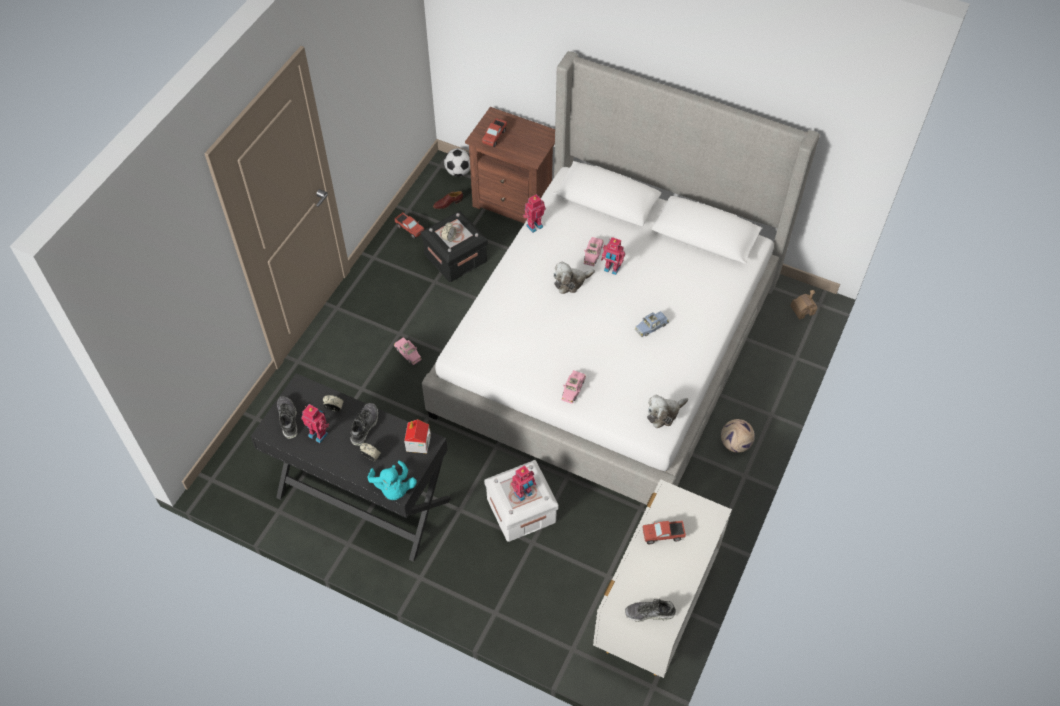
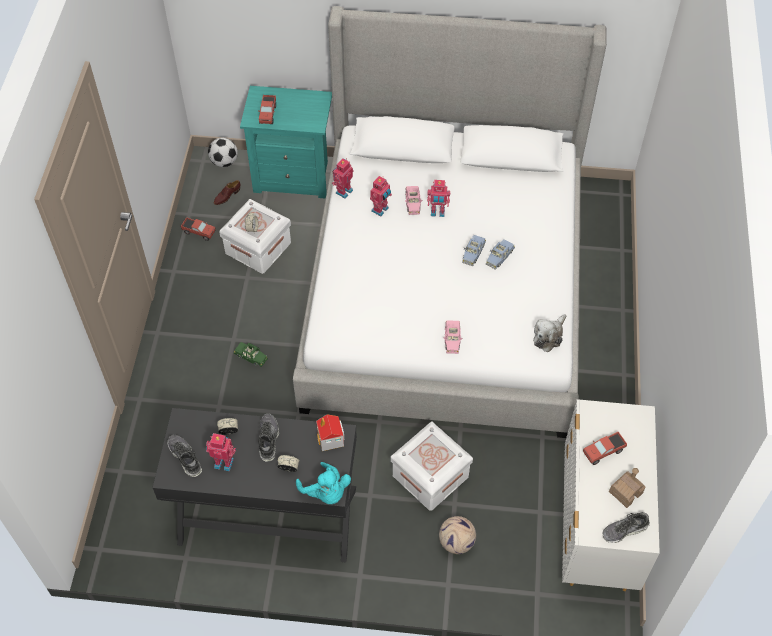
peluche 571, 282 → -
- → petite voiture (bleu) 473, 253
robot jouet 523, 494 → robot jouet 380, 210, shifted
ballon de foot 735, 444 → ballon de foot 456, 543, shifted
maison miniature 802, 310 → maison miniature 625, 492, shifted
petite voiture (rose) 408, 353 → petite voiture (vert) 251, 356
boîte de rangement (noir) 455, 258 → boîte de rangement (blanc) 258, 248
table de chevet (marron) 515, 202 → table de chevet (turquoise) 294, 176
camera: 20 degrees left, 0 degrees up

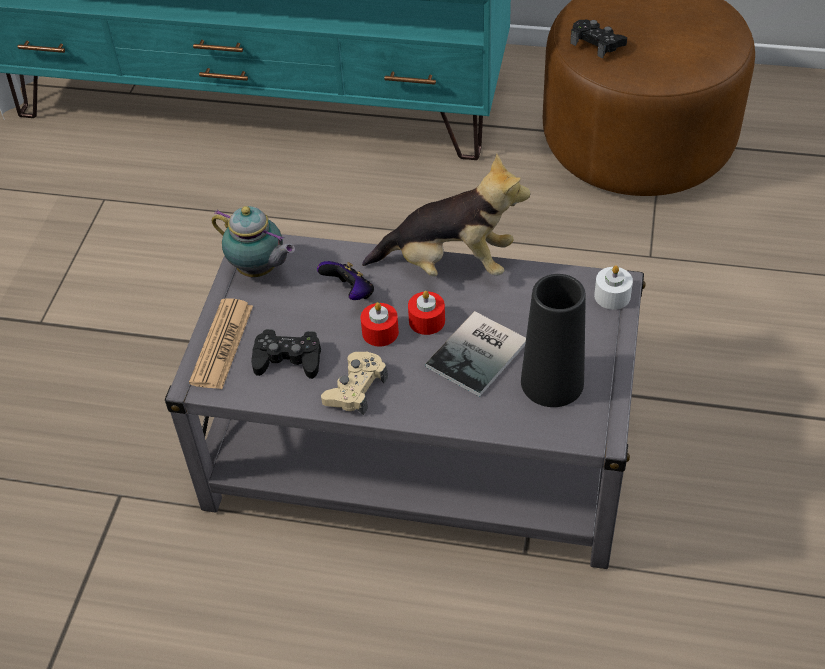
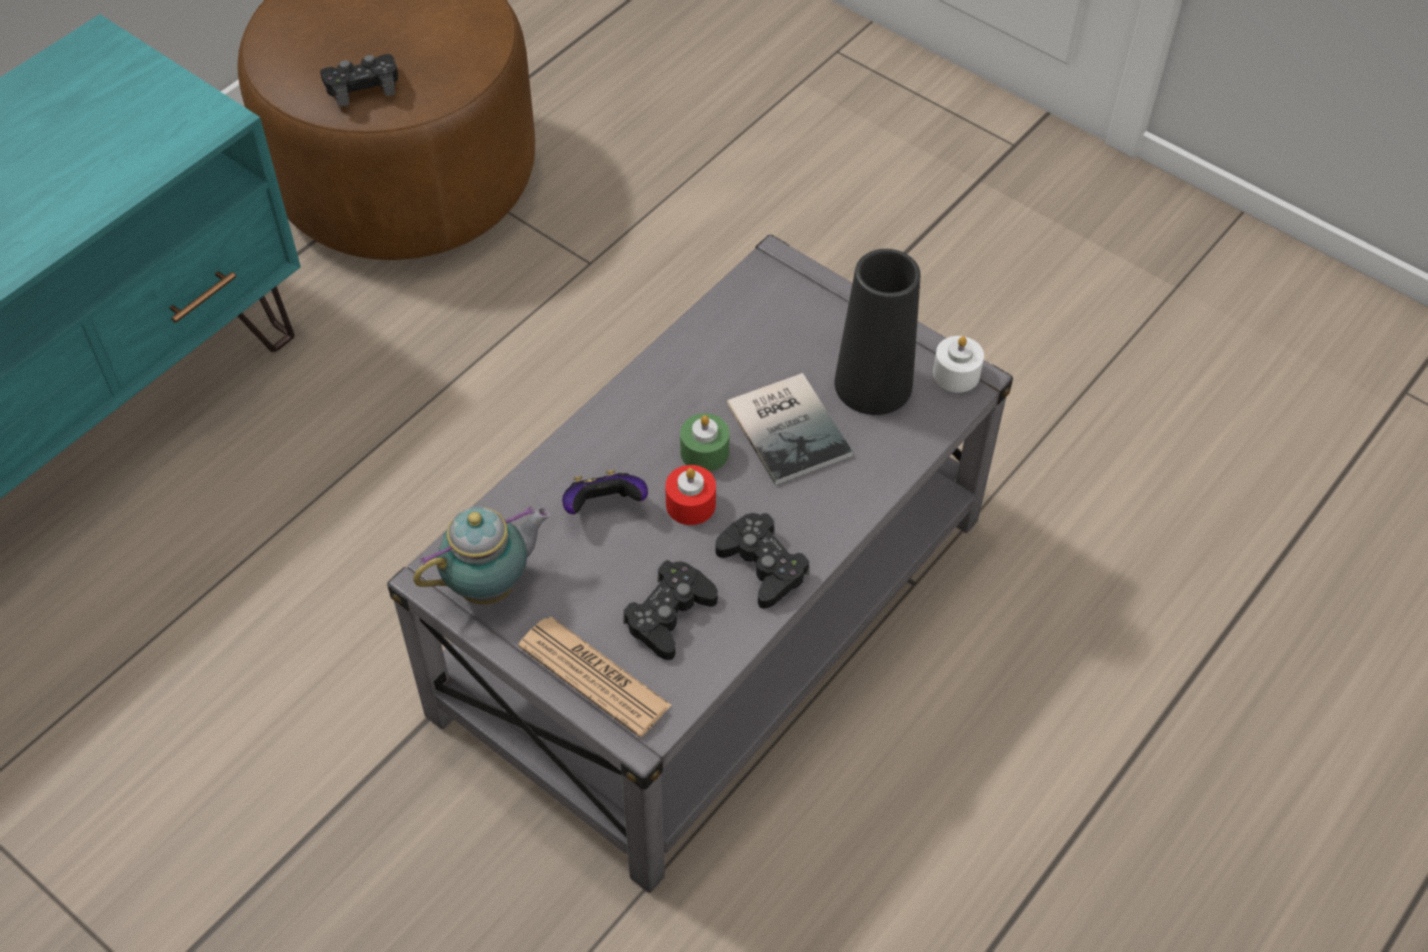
peluche 449, 264 → -
bougie (blanc) 612, 296 → bougie (blanc) 956, 374, shifted
manette (beige) 355, 388 → manette (noir) 762, 566
bougie (rouge) 427, 321 → bougie (vert) 704, 452
camera: 65 degrees left, 5 degrees up

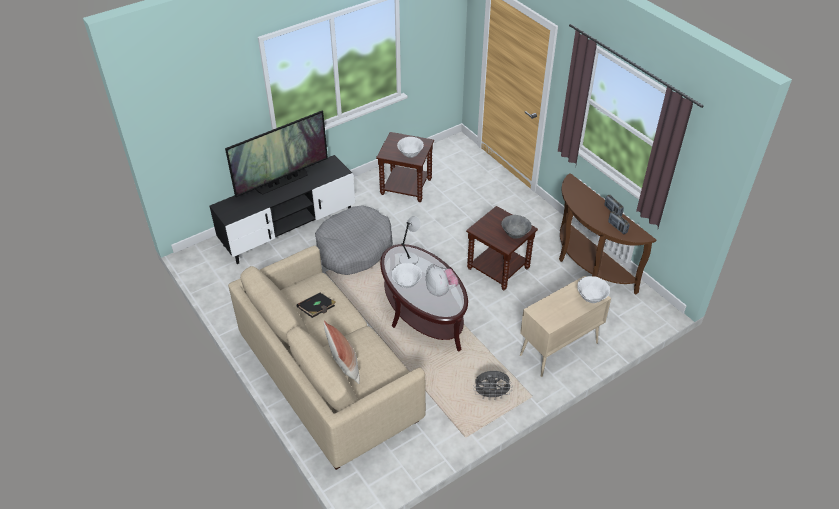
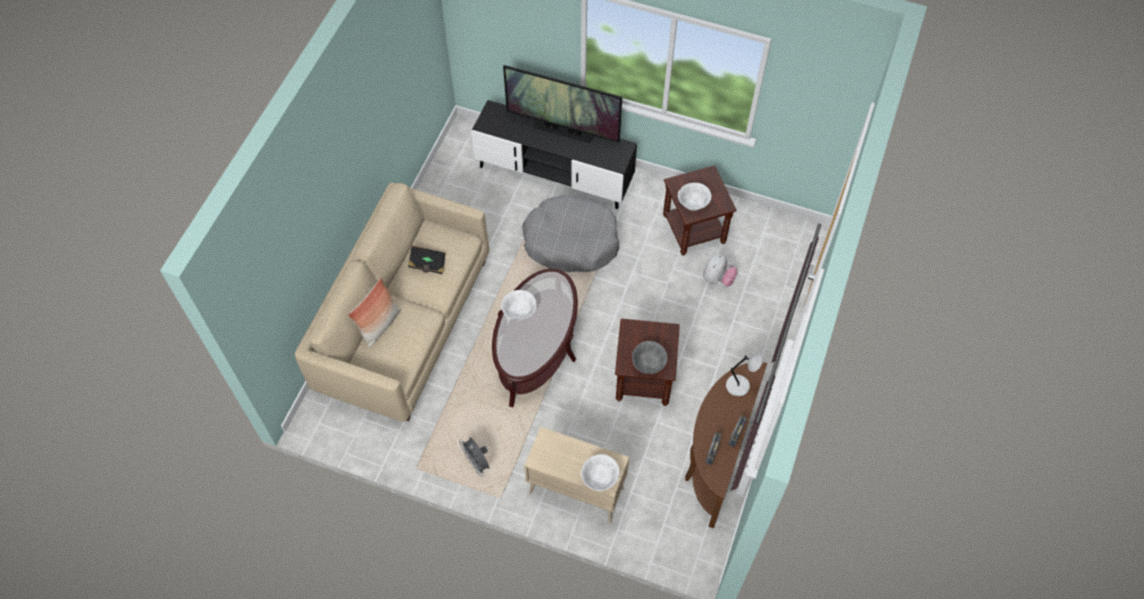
lampe de table (gris) 409, 259 → lampe de table (gris) 739, 386, shifted
peluche 441, 290 → peluche 717, 279, shifted
camera: 55 degrees right, 15 degrees up

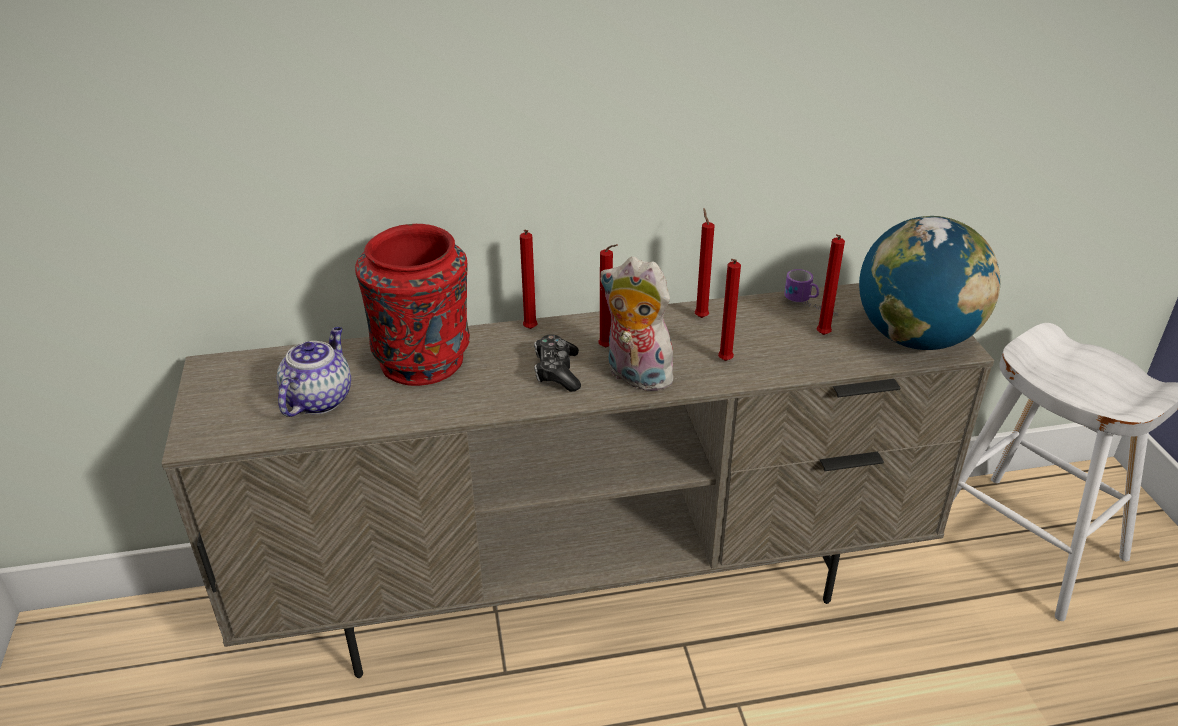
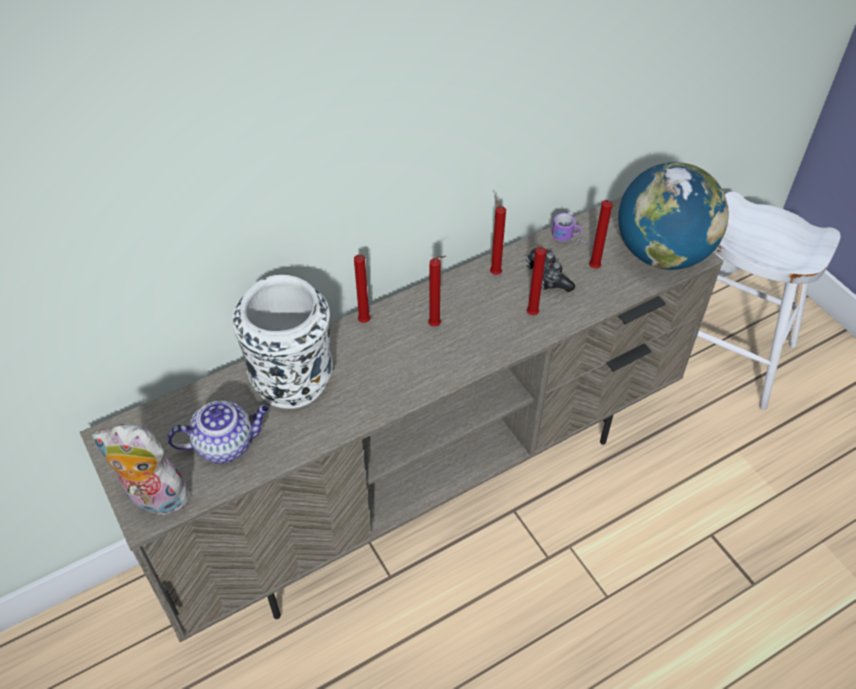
manette 557, 372 → manette 547, 276, shifted
peluche 635, 376 → peluche 154, 499, shifted
vase (rouge) 423, 359 → vase (blanc) 292, 378
théière 318, 399 → théière 226, 444, 75 degrees clockwise
camera: 20 degrees left, 15 degrees up

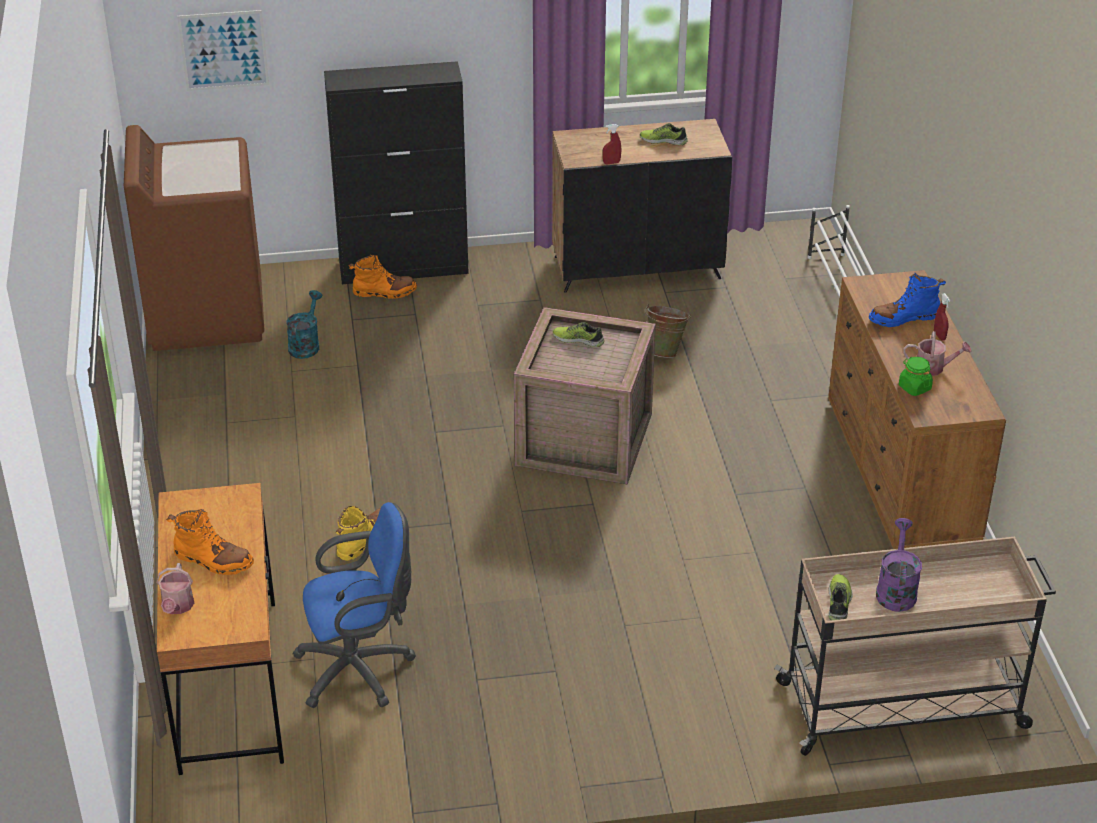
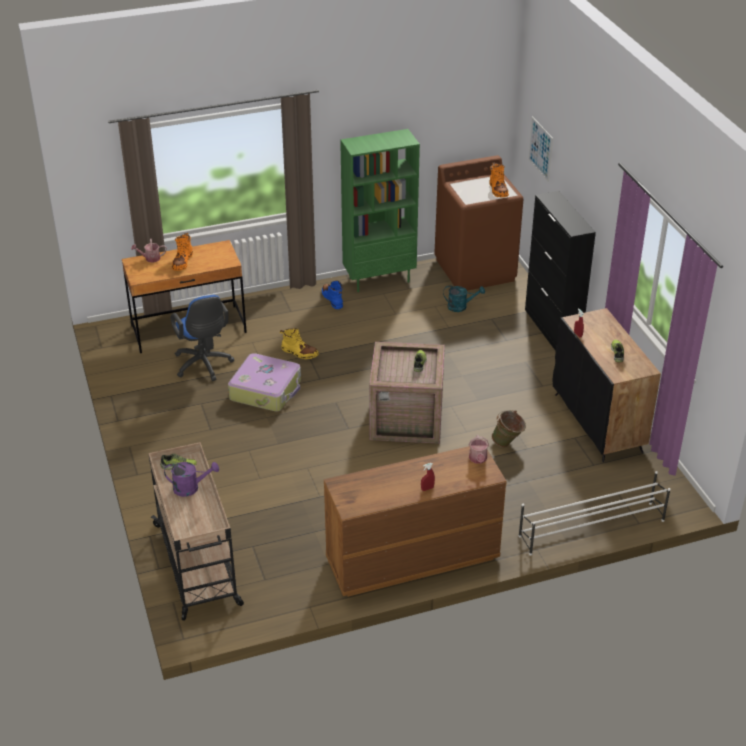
bocal (vert) 914, 387 → -
- → valise 266, 390
- → bibliothèque (vert) 379, 279
botte (orange) 384, 292 → botte (orange) 498, 190, shifted
botte (bleu) 903, 318 → botte (bleu) 332, 299, shifted
arrosoir 934, 368 → arrosoir 478, 459, shifted
camera: 80 degrees right, 0 degrees up

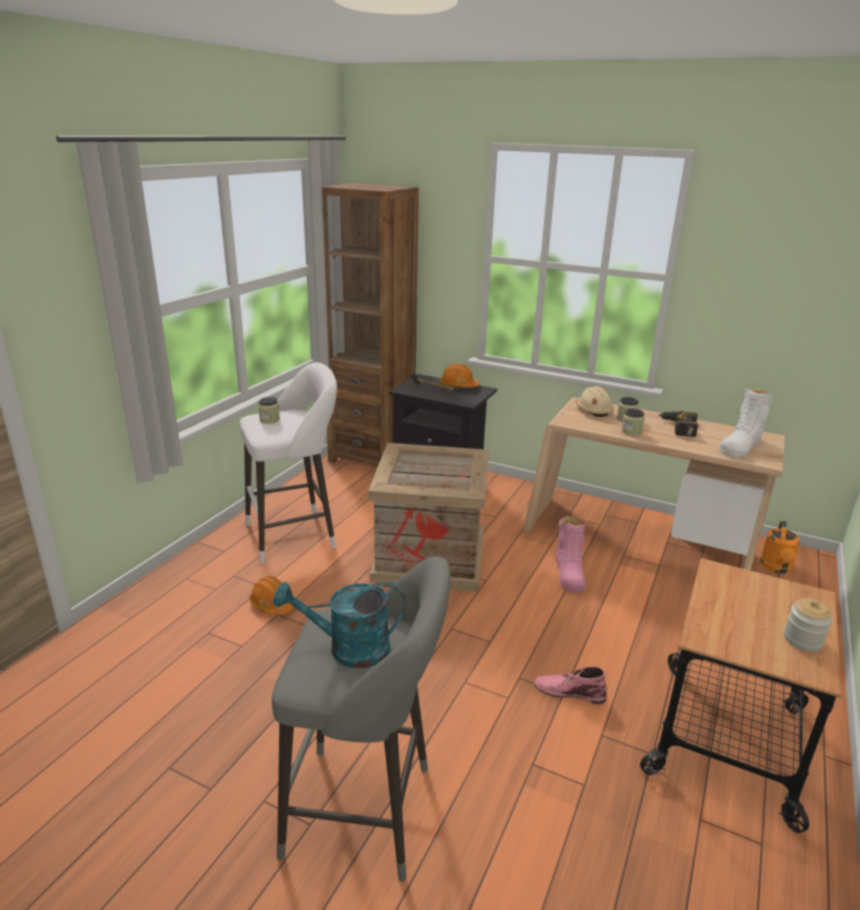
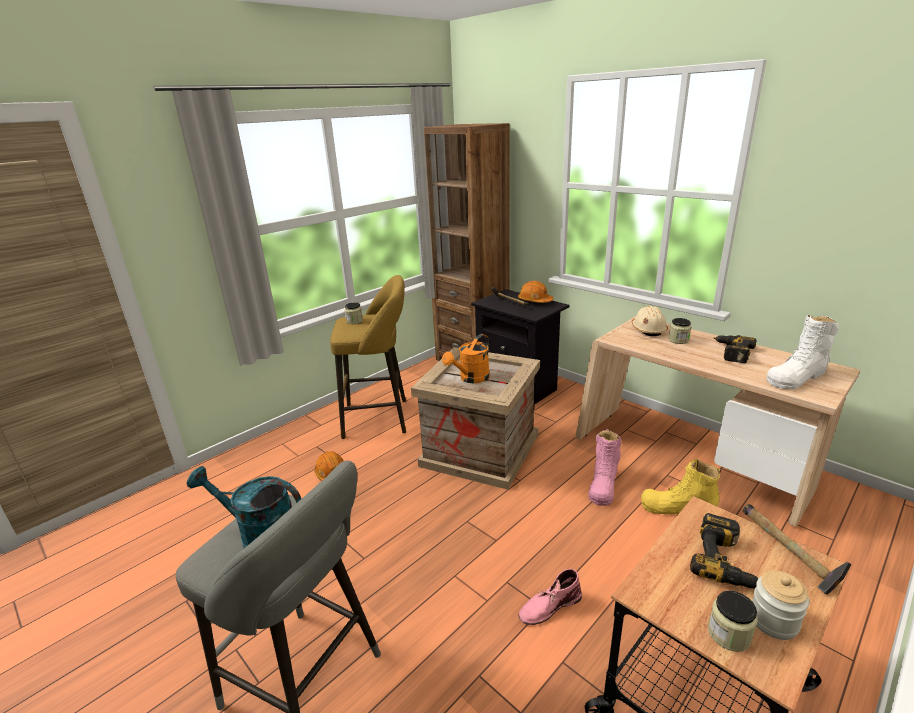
- → botte (jaune) 677, 508
- → perceuse 726, 561
- → marteau 787, 554
bocal 631, 431 → bocal 728, 634, shifted
arrosoir (orange) 776, 568 → arrosoir (orange) 471, 379, shifted
tabouret (blanc) 296, 534 → tabouret (jaune) 380, 418
botte (rose) 568, 691 → botte (rose) 549, 606, 60 degrees counterclockwise
camera: 20 degrees right, 0 degrees up

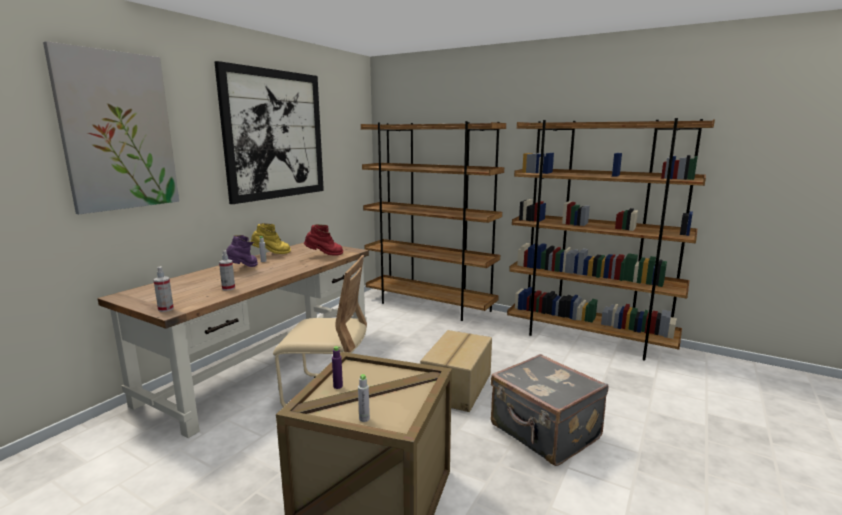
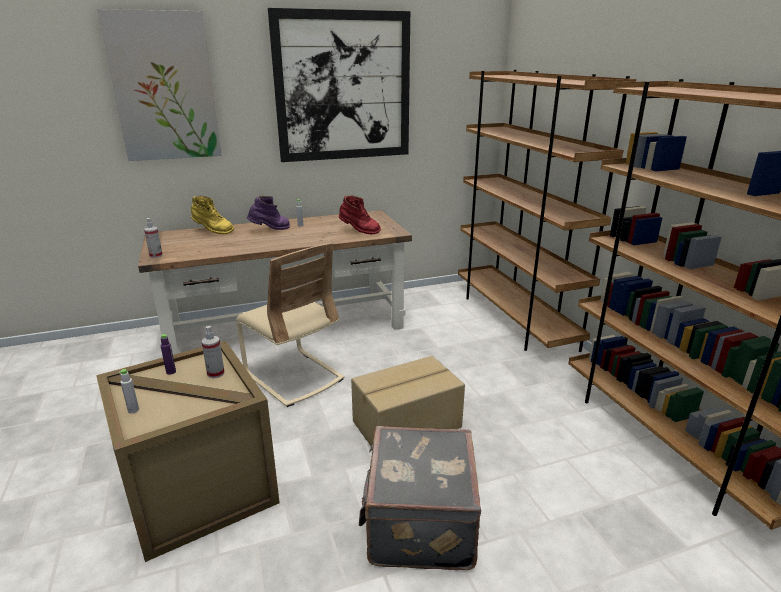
vaporisateur 228, 288 → vaporisateur 216, 373, shifted
botte (jaune) 271, 254 → botte (jaune) 212, 231, shifted
camera: 40 degrees right, 10 degrees up

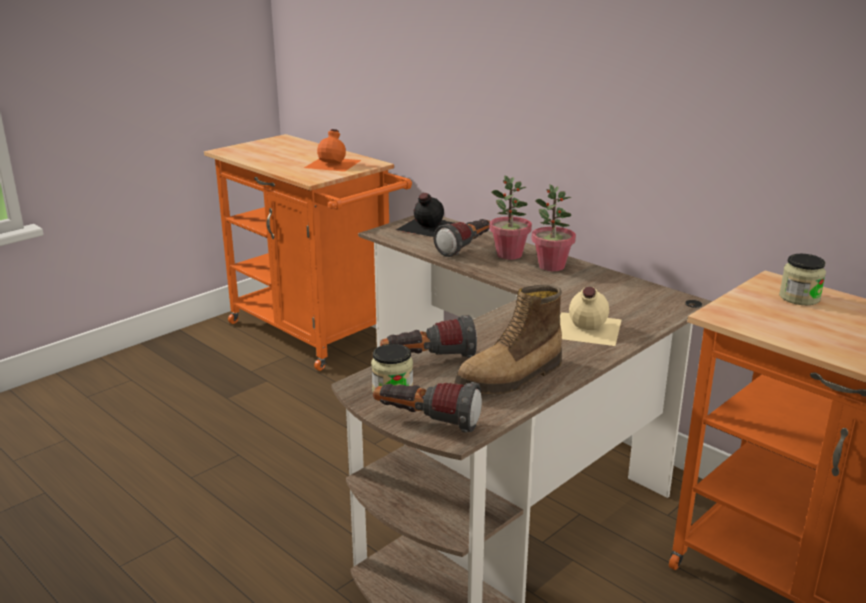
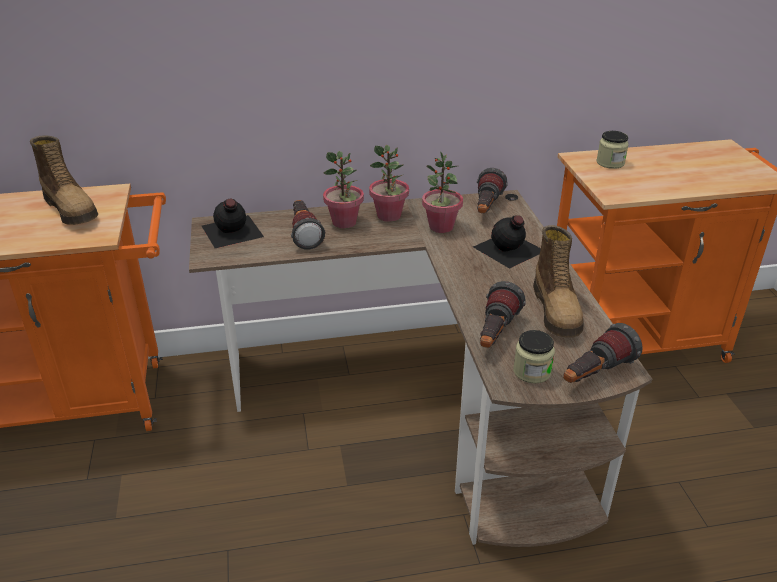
- → plante en pot 441, 227
- → lampe de poche 486, 208
bouteille (orange) 334, 163 → botte 72, 209
bouteille (beige) 586, 328 → bouteille (noir) 508, 249
camera: 55 degrees left, 10 degrees up

